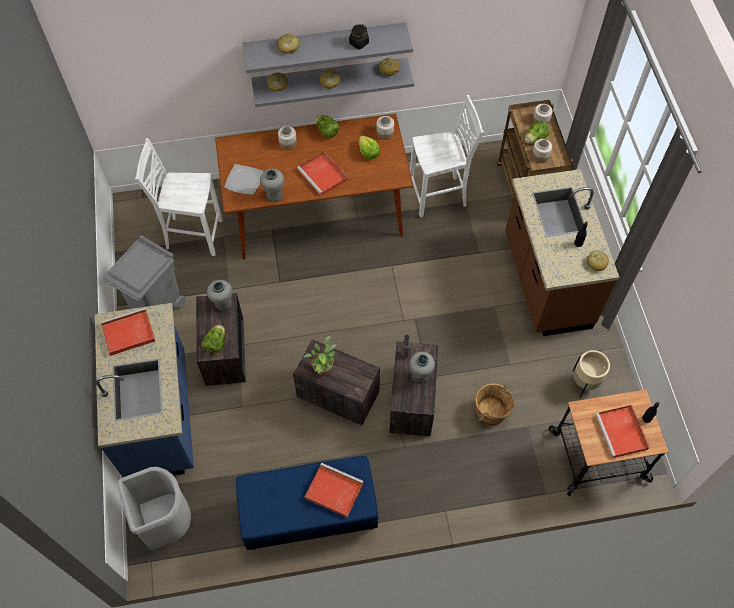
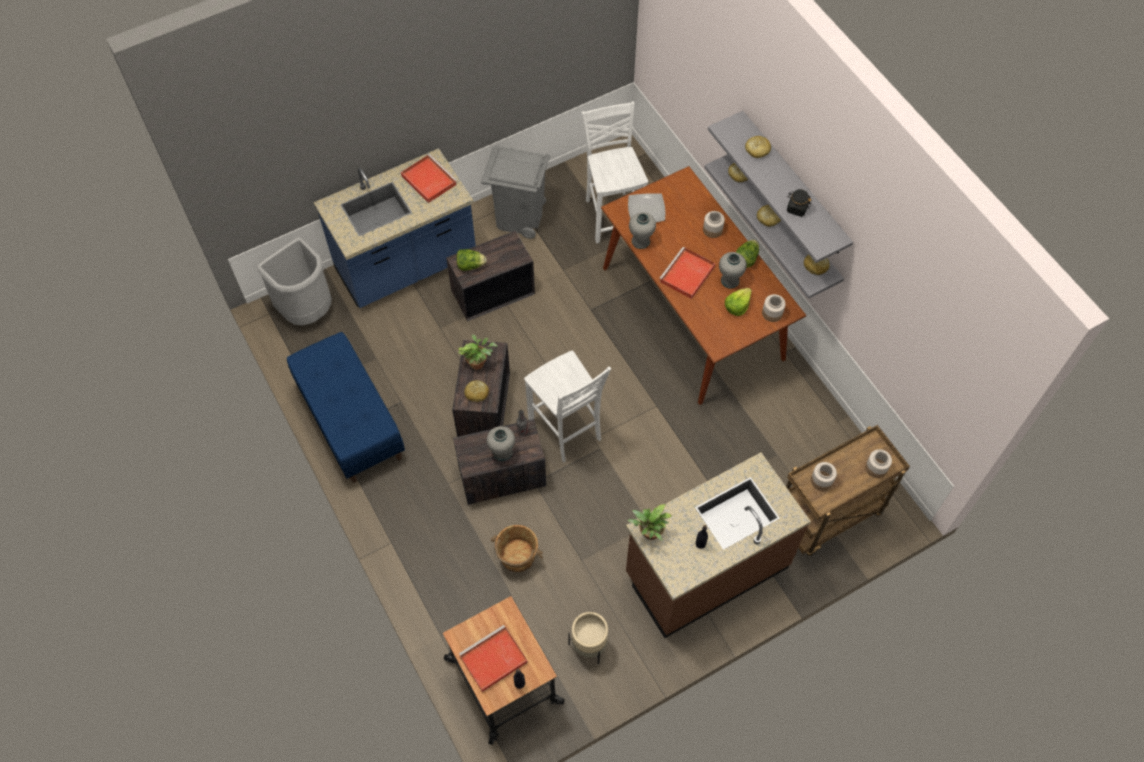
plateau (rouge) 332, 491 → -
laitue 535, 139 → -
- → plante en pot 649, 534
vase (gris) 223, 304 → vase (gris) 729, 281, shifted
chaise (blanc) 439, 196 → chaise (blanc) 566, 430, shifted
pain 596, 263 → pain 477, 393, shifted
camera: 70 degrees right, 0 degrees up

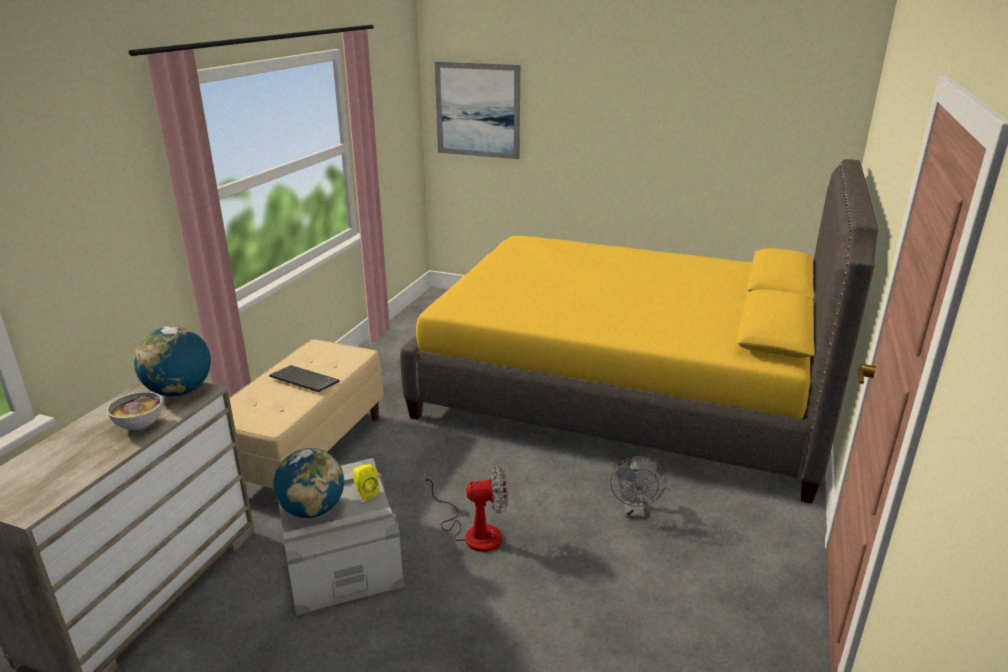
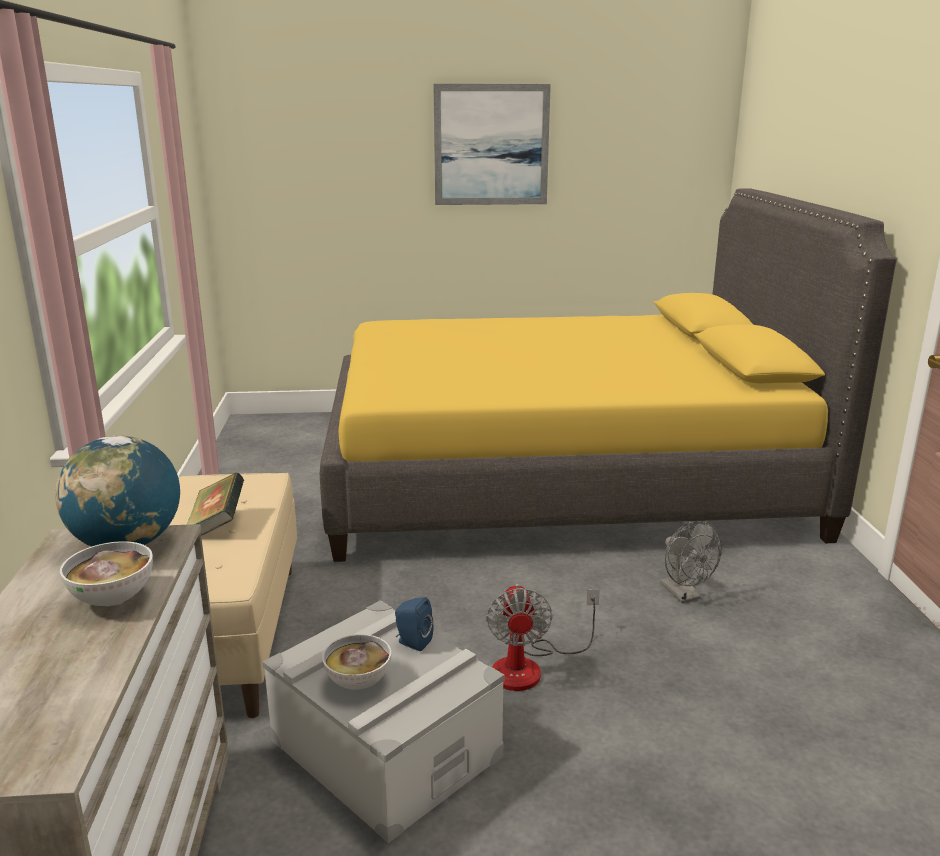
tableau 477, 110 → tableau 491, 145, shifted
clavier 302, 380 → livre 217, 525
globe 313, 509 → bol 359, 682
enceinte (jaune) 365, 493 → enceinte (bleu) 412, 642
ventilateur 473, 532 → ventilateur 530, 667, 120 degrees clockwise
camera: 25 degrees left, 5 degrees down

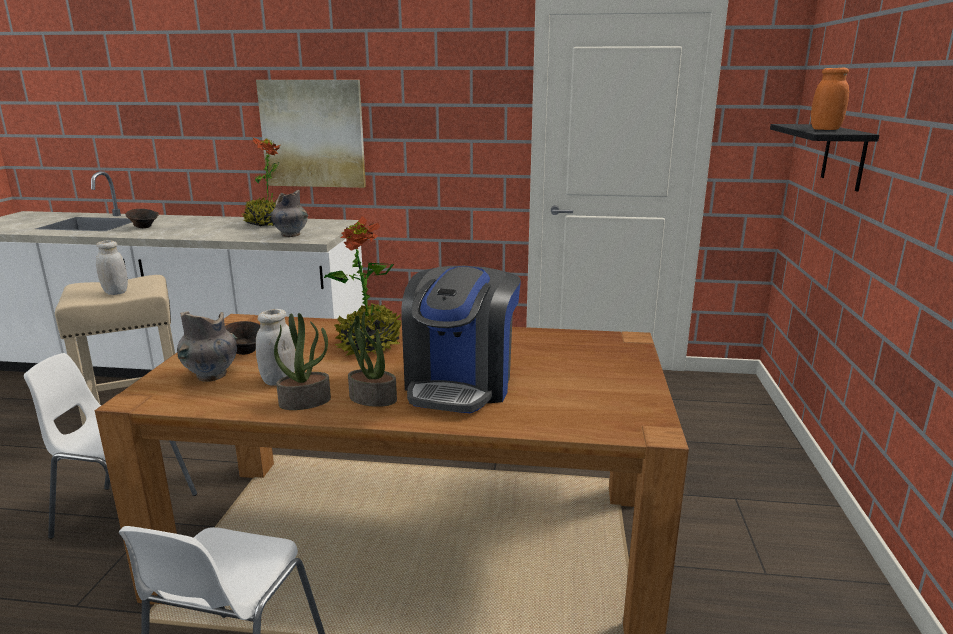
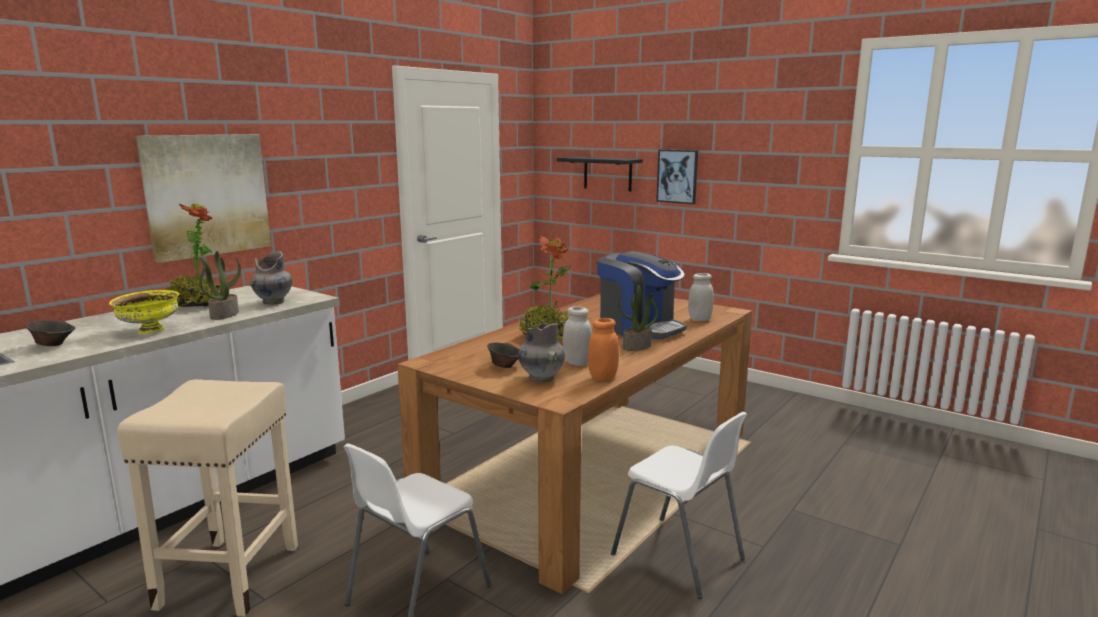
- → bol (jaune) 150, 330
- → tableau 677, 176
bocal (blanc) 116, 292 → bocal (blanc) 700, 319, shifted
plante en pot 305, 401 → plante en pot 224, 315, shifted
bocal (orange) 825, 129 → bocal (orange) 603, 377, shifted
camera: 60 degrees left, 5 degrees down

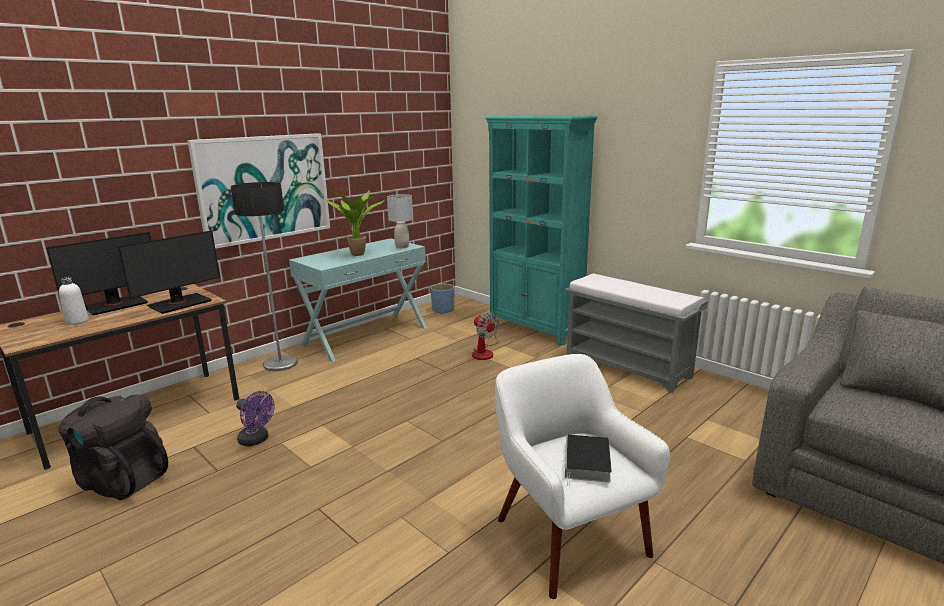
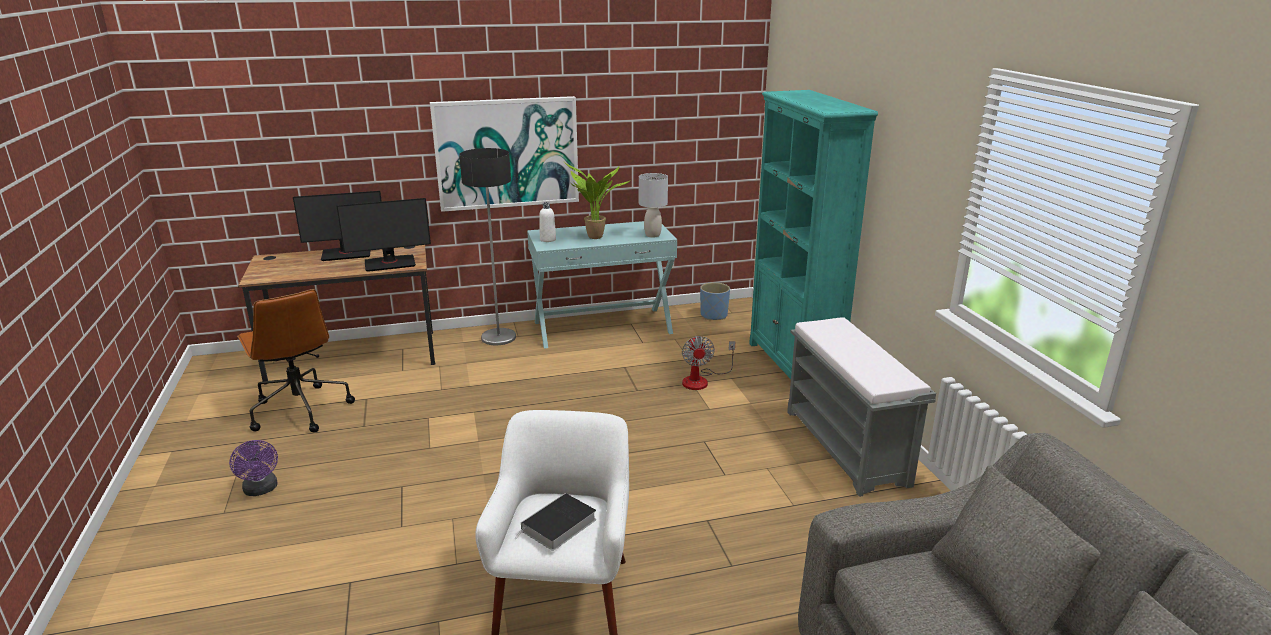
bouteille (blanc) 77, 321 → bouteille (blanc) 548, 239, shifted
ventilateur (violet) 257, 440 → ventilateur (violet) 261, 490, shifted
sac à dos (noir) 121, 479 → chaise de bureau (marron) 300, 410
camera: 30 degrees right, 5 degrees up

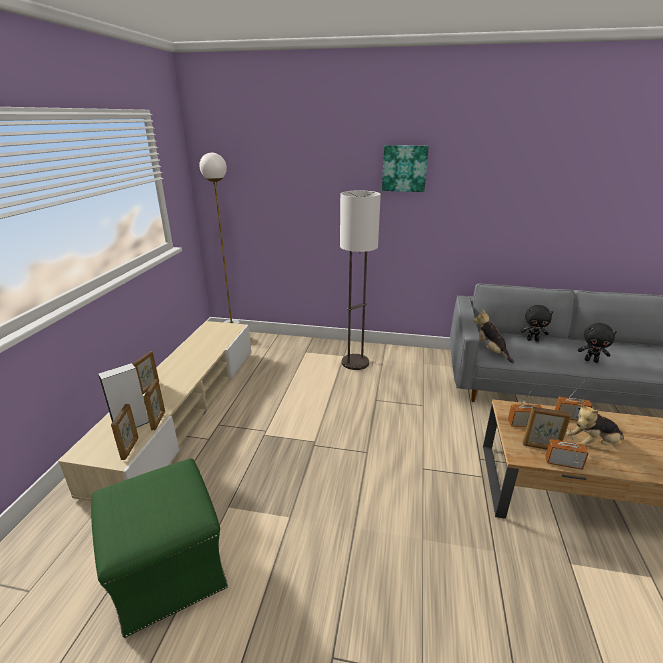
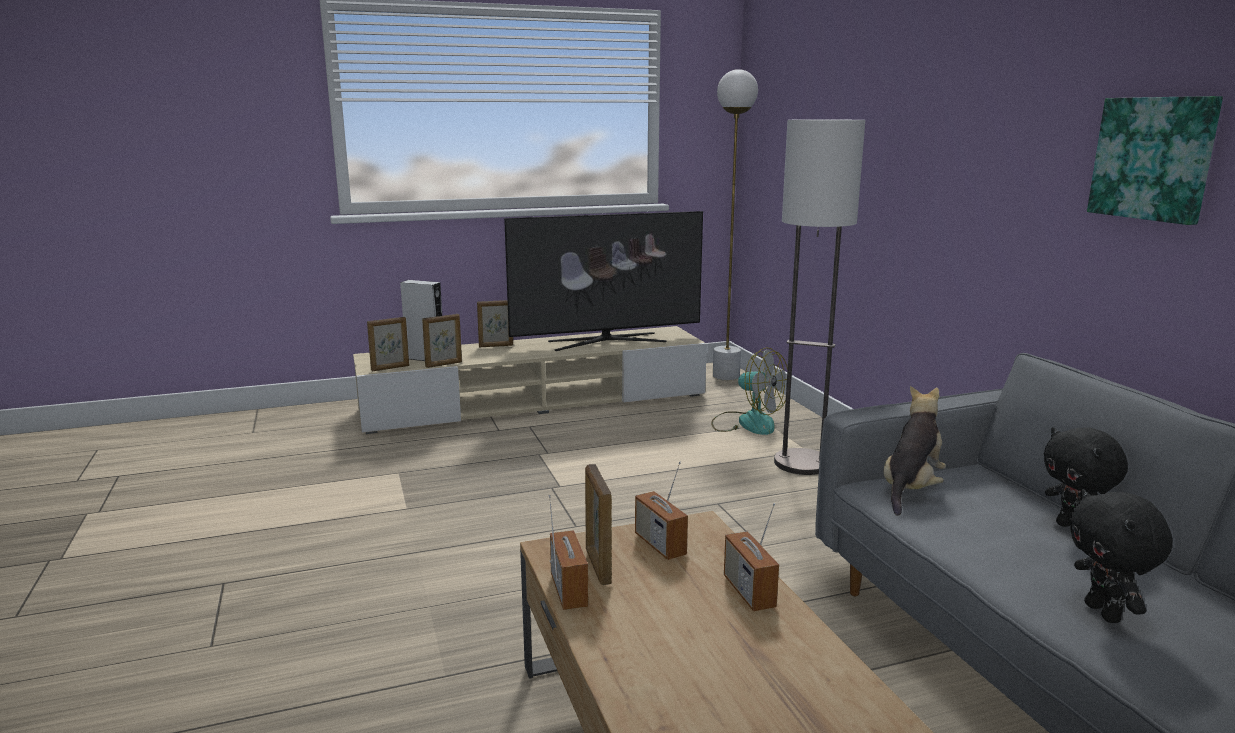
pouf (vert) 169, 571 → -
peluche 592, 444 → -
- → téléviseur 606, 341
- → ventilateur 747, 423
tableau 404, 168 → tableau 1154, 158, shifted
camera: 60 degrees right, 10 degrees down

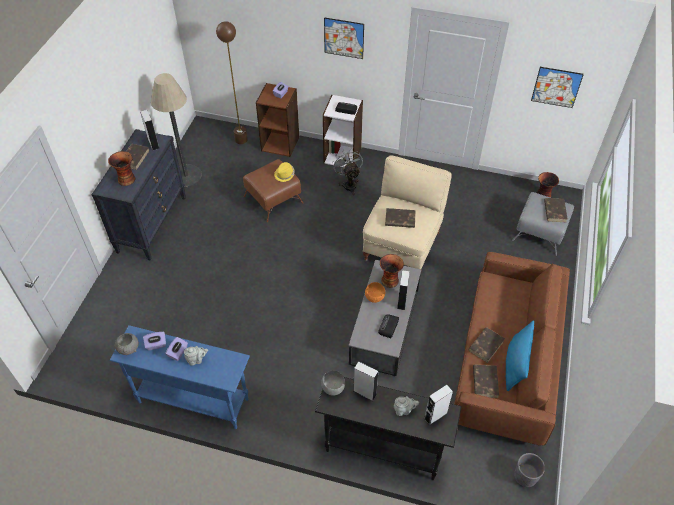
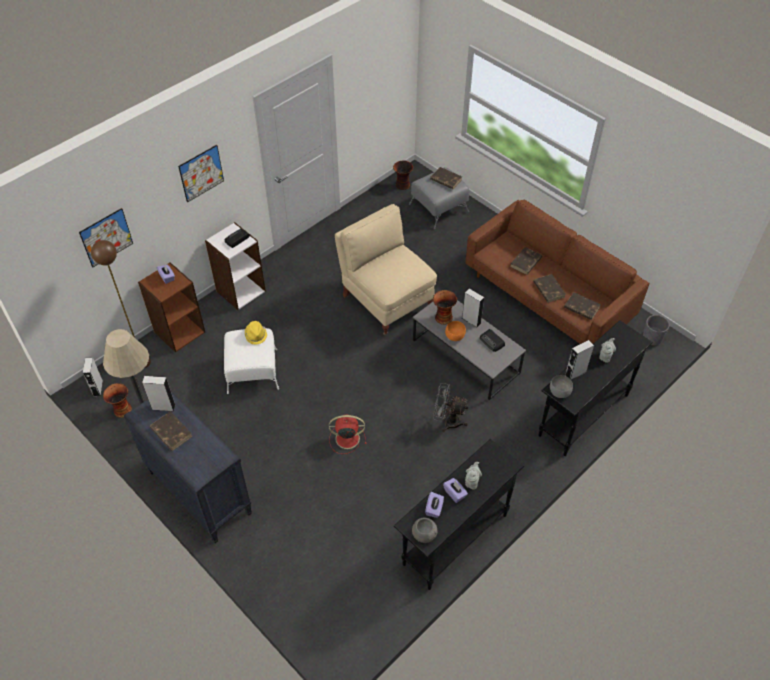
coussin (bleu) 516, 363 → -
- → ventilateur (rouge) 346, 438
vase 126, 179 → vase 122, 410, shifted
ventilateur (gris) 348, 184 → ventilateur (gris) 447, 421, shifted
livre (marron) 399, 219 → livre (marron) 525, 262, shifted
enceinte (gris) 435, 415 → enceinte (gris) 98, 388, shifted
tableau 556, 87 → tableau 106, 237, shifted
table console (bleu) 193, 400 → table console (noir) 454, 539
pouf (marron) 273, 199 → pouf (blanc) 252, 371
camera: 60 degrees left, 0 degrees up

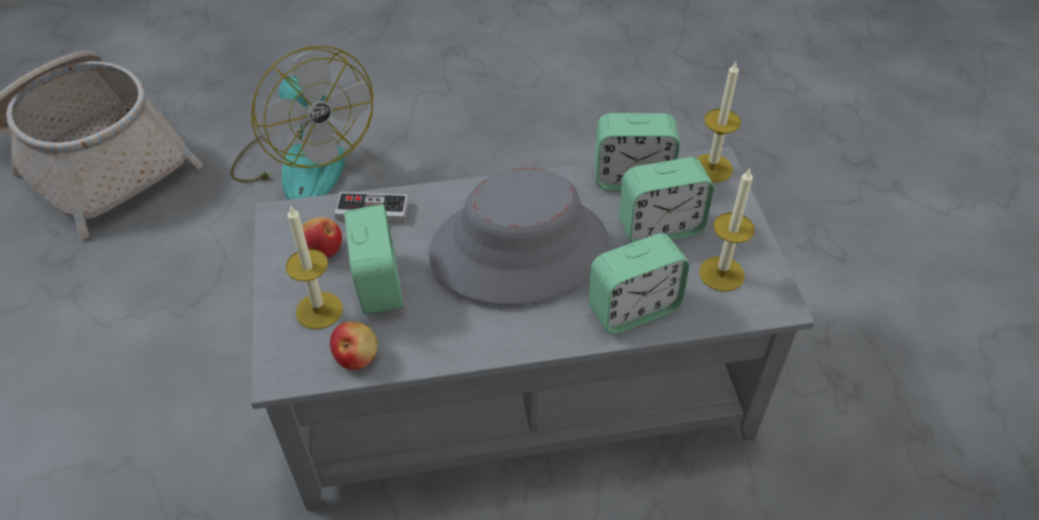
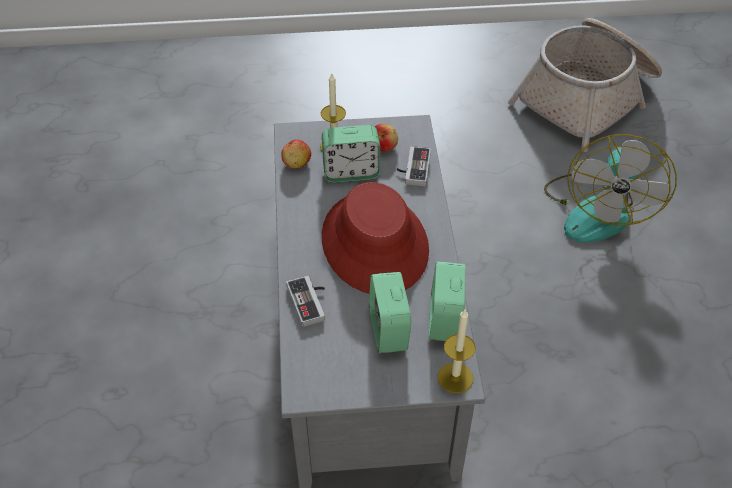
bougie 721, 274 → -
réveil 633, 309 → manette 311, 302
chapeau (gris) 519, 248 → chapeau (rouge) 375, 243
ventilateur 303, 161 → ventilateur 598, 209, 45 degrees counterclockwise
camera: 95 degrees right, 0 degrees up

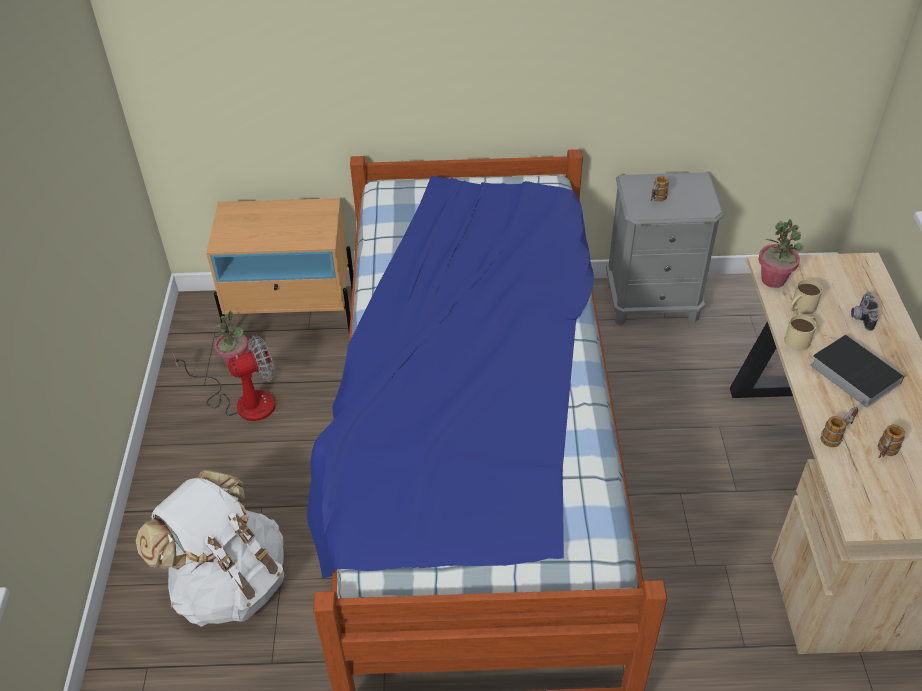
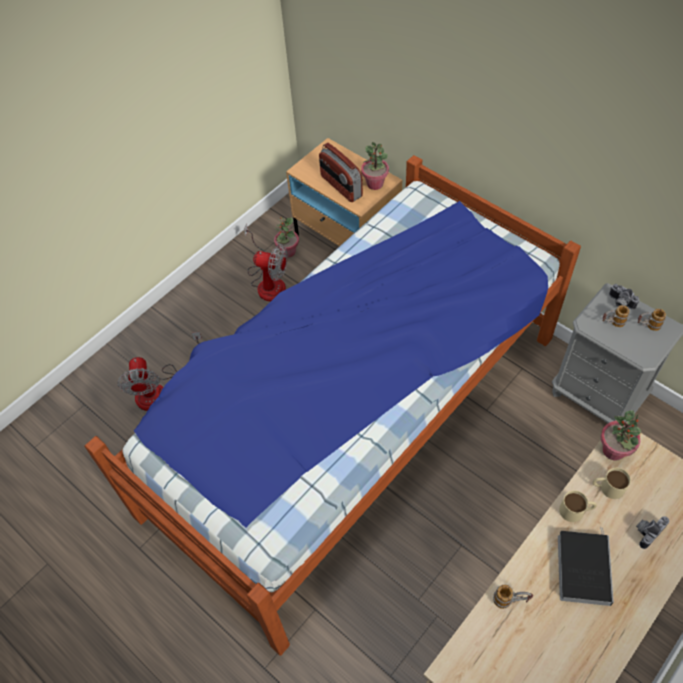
- → radio 341, 186
- → plante en pot 375, 184
- → appareil photo 619, 303
mug 884, 454 → mug 647, 326, shifted
sac à dos (blanc) 229, 583 → ventilateur 160, 389
camera: 45 degrees right, 10 degrees up

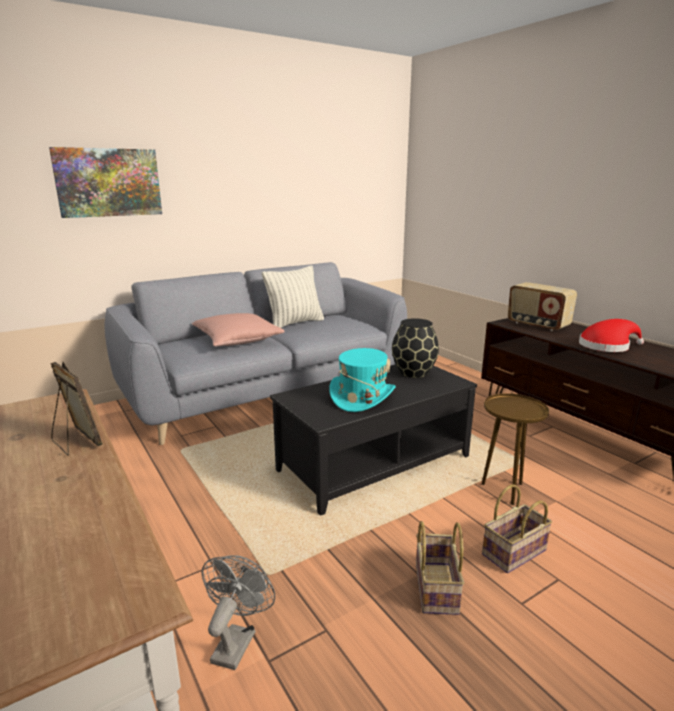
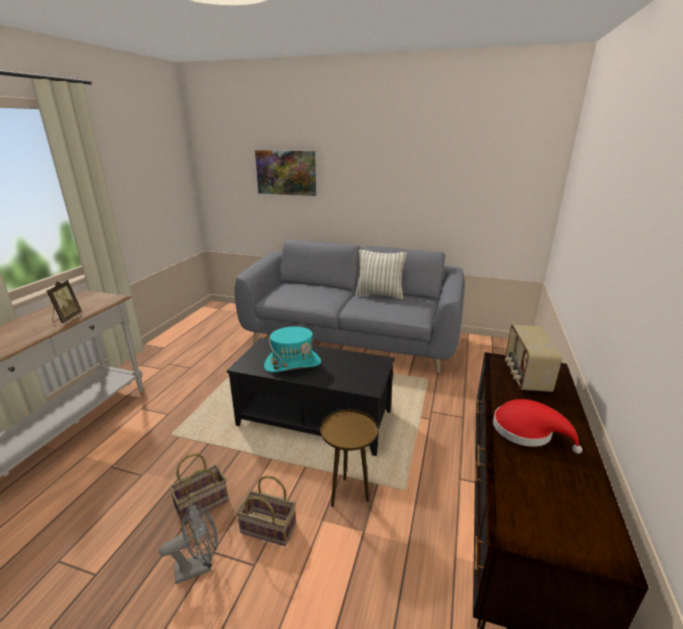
coussin (rose) 238, 340 → -
vase (noir) 413, 372 → -
ventilateur (gris) 236, 640 → ventilateur (gris) 199, 566, shifted
camera: 50 degrees right, 5 degrees up

